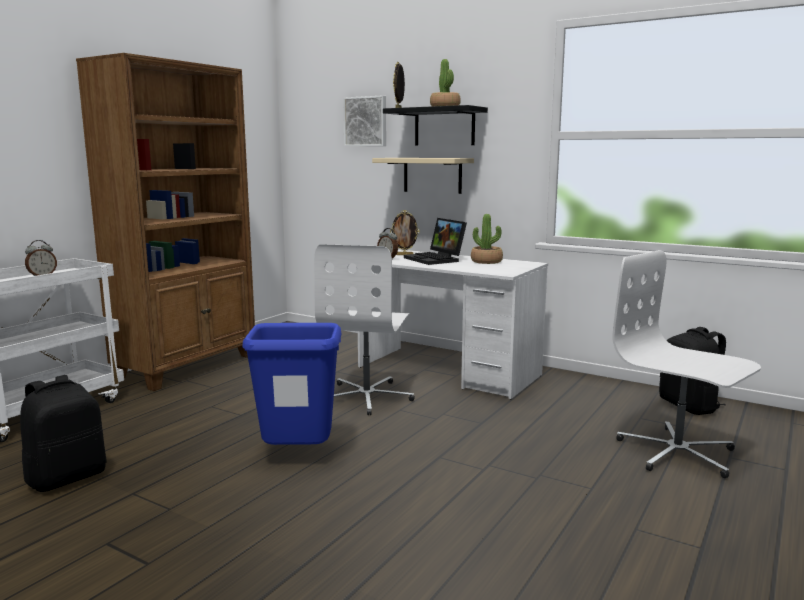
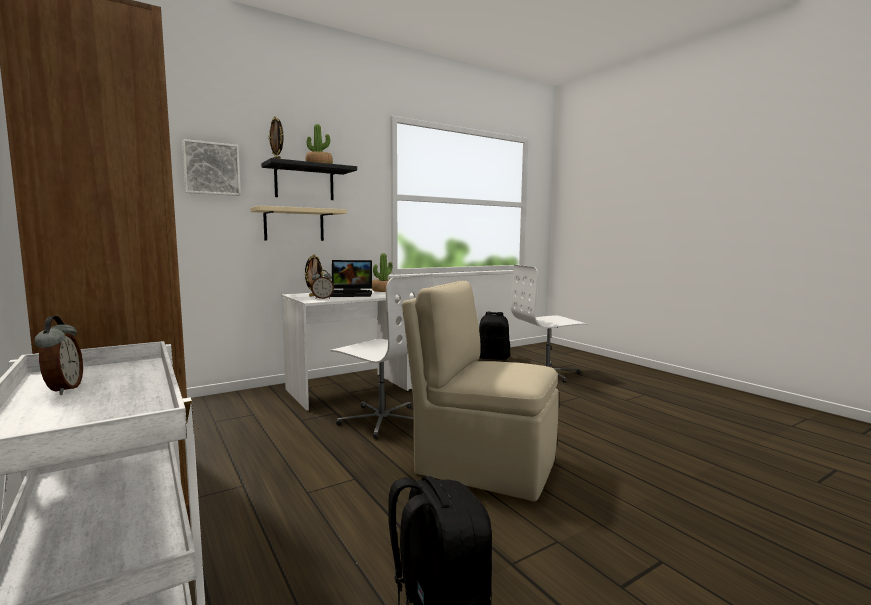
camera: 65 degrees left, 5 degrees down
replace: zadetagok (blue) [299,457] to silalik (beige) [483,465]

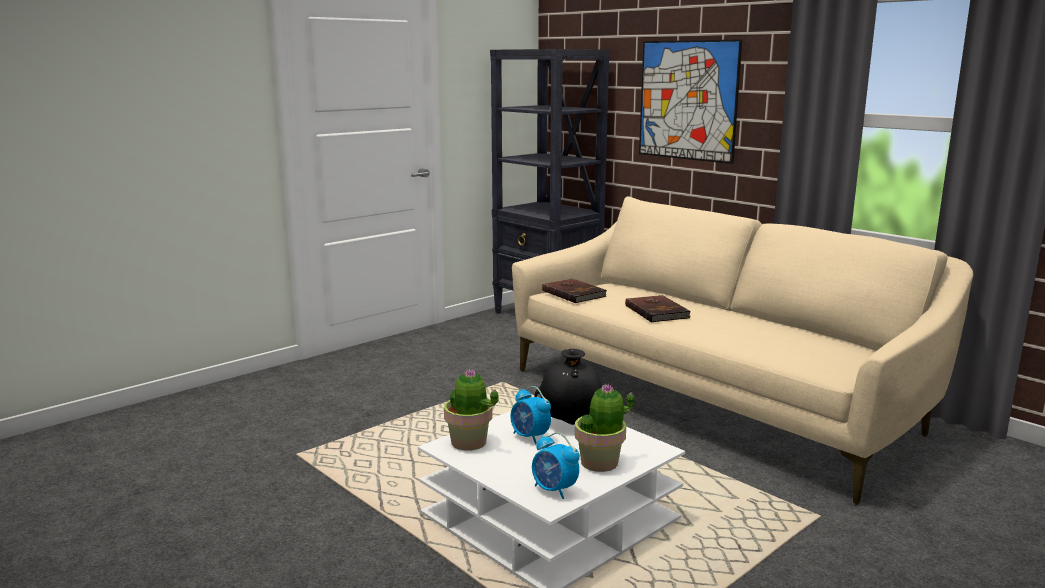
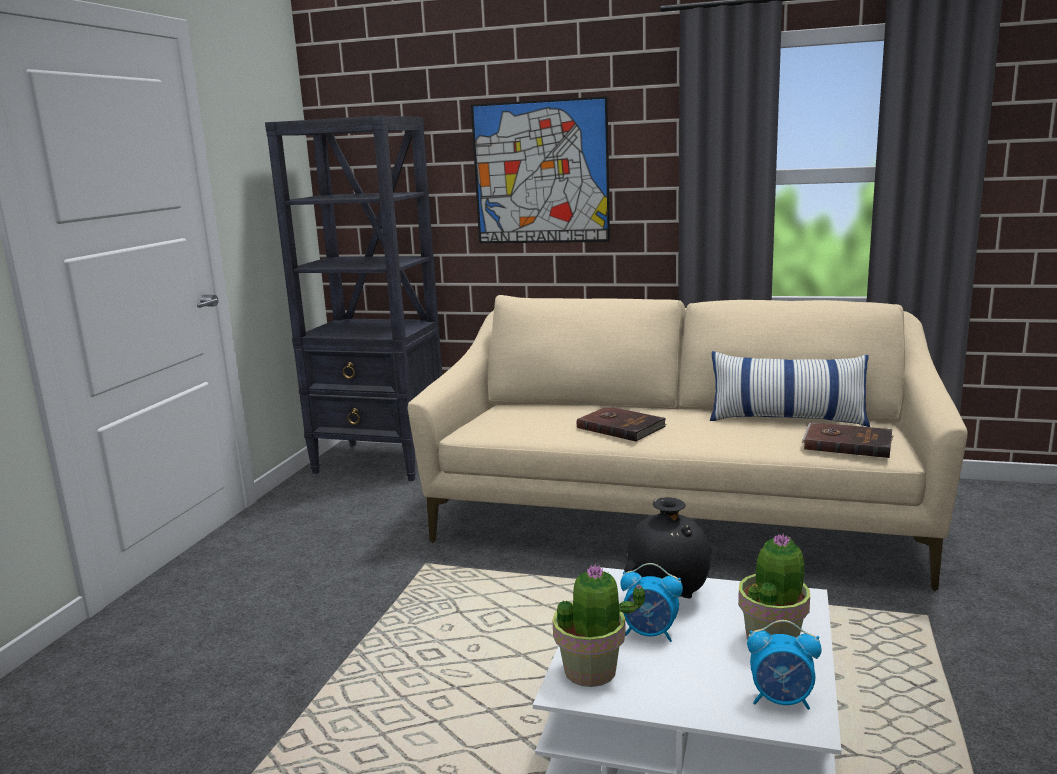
camera: 30 degrees left, 0 degrees up
insert: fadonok [787,419]
move: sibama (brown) [574,293] to [847,443]

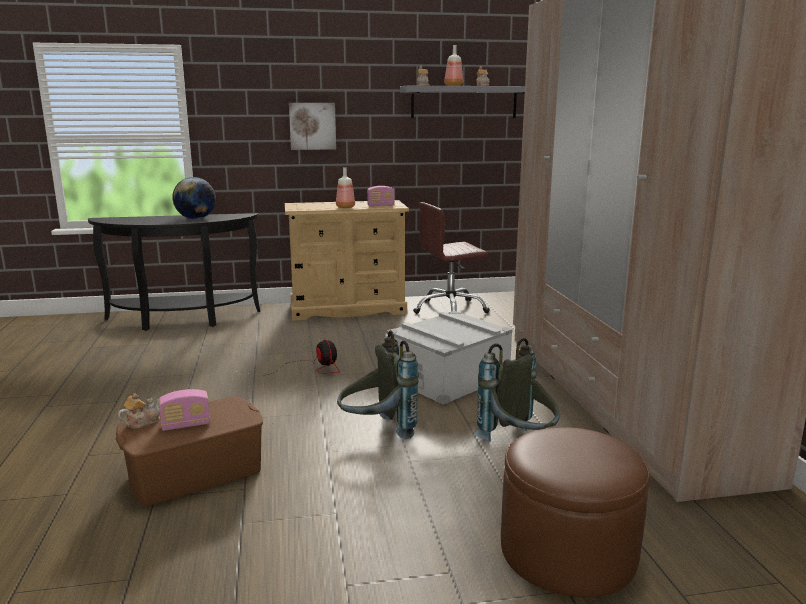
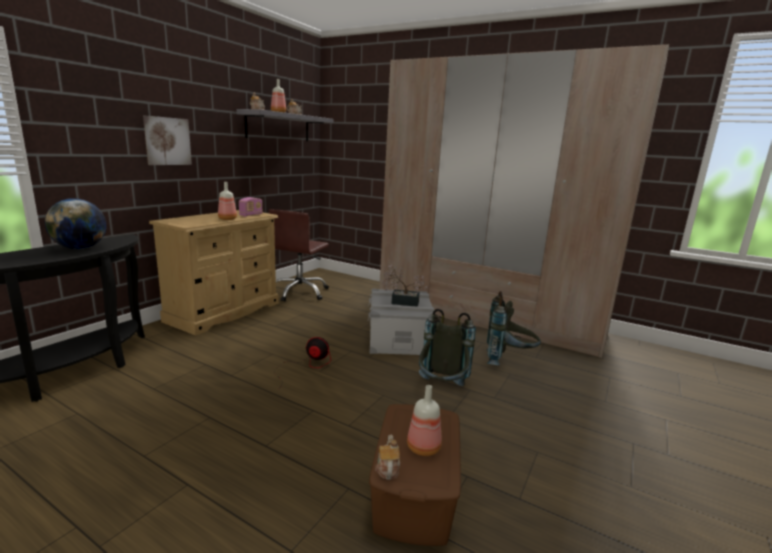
camera: 50 degrees left, 0 degrees up
delete: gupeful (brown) [568,551]
insert: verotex [401,302]
replace: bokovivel [186,425] to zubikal [423,447]

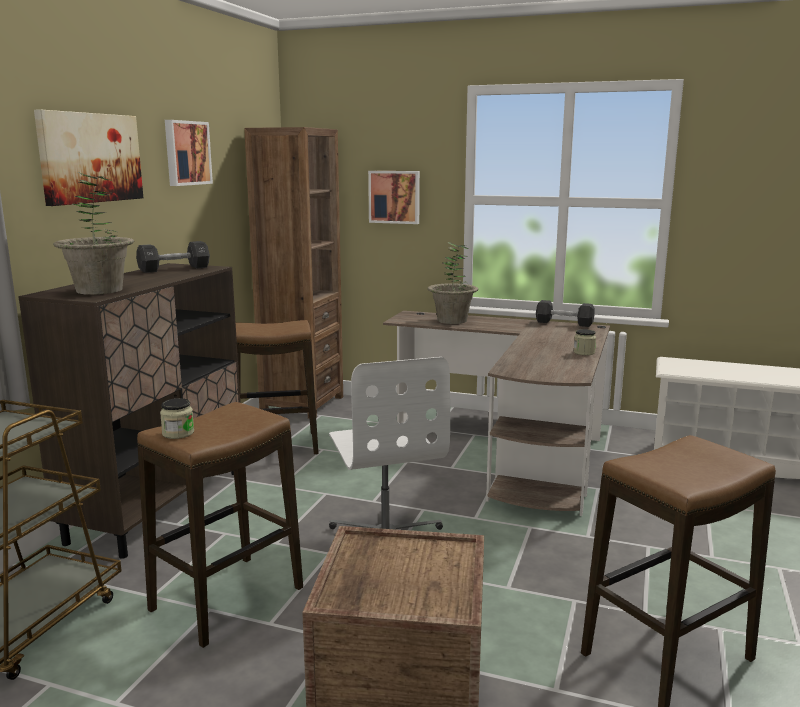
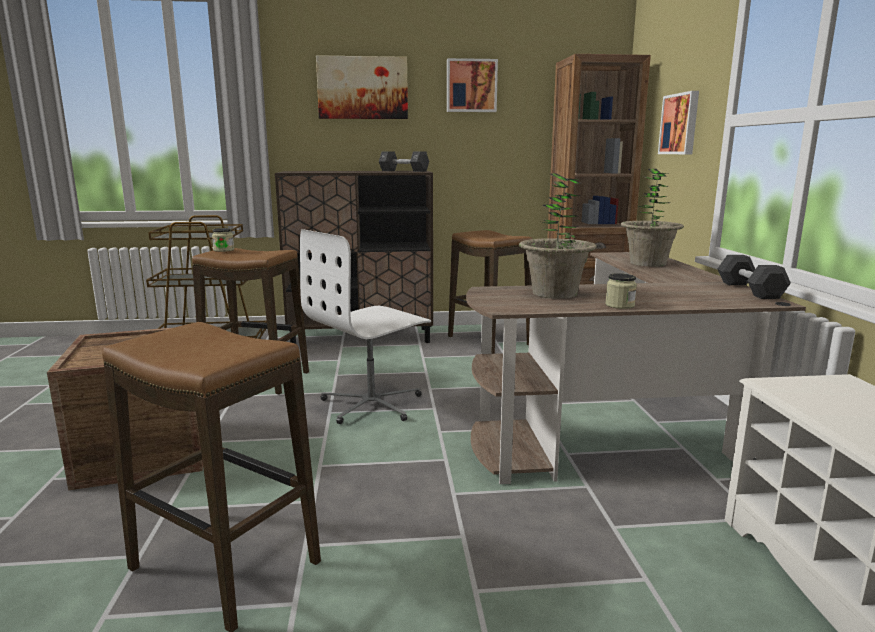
camera: 65 degrees right, 0 degrees up
move: verotex [99,290] to [554,293]

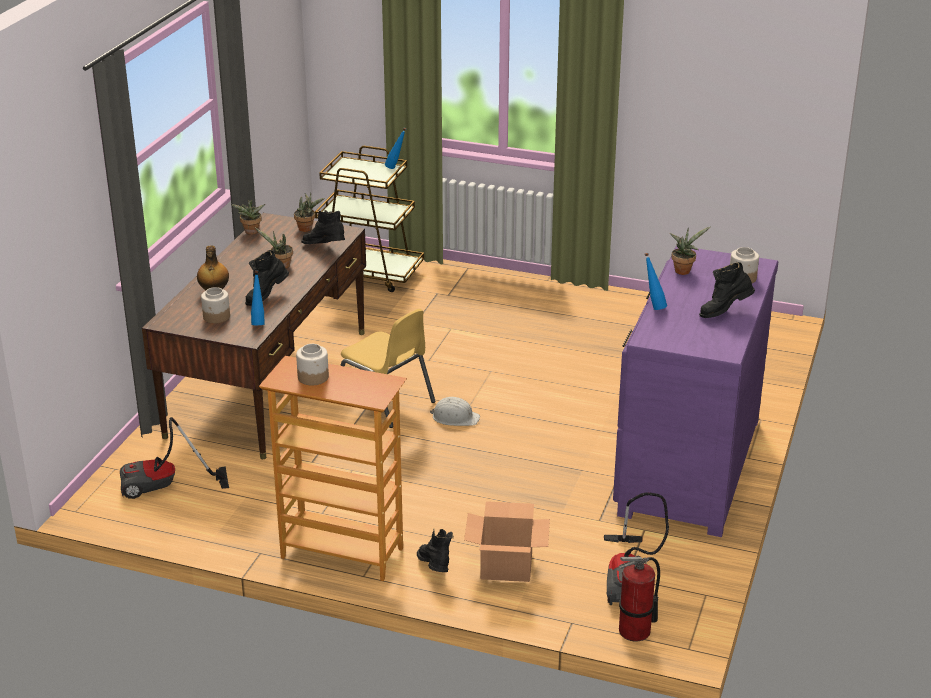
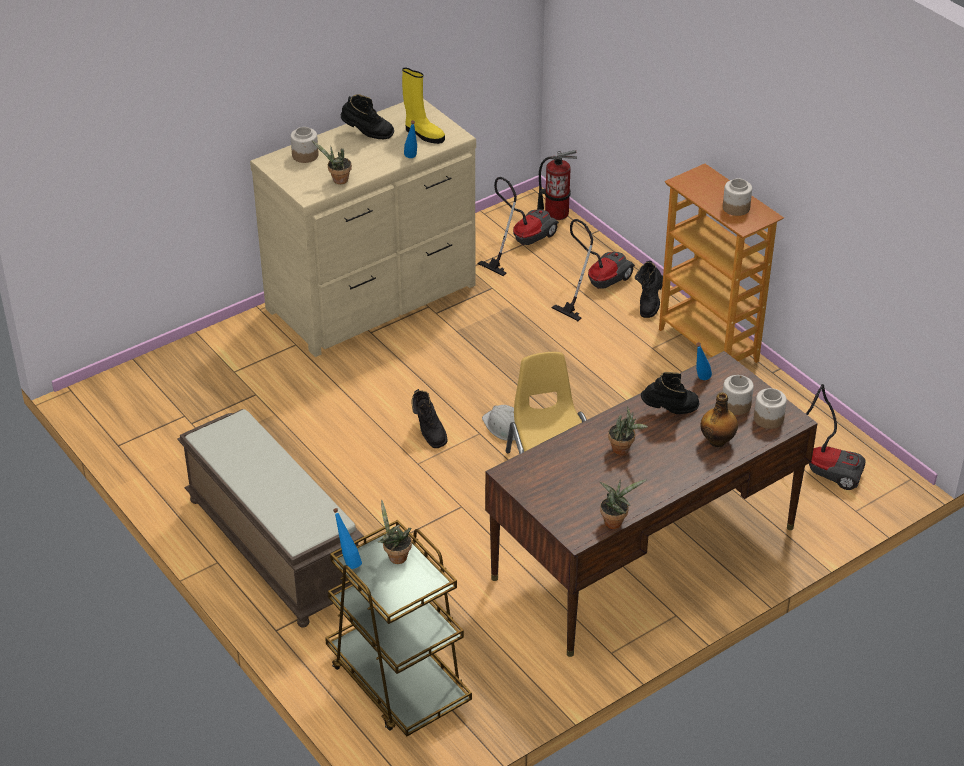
camera: 145 degrees left, 10 degrees up
insert: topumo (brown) [272,547]; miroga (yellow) [423,134]; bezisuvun [769,419]
move: verotex [307,229] to [395,556]; miroga (black) [325,248] to [429,432]
replace: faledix [505,566] to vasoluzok [596,286]
recolor: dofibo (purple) [686,466] to dofibo (beige) [374,298]

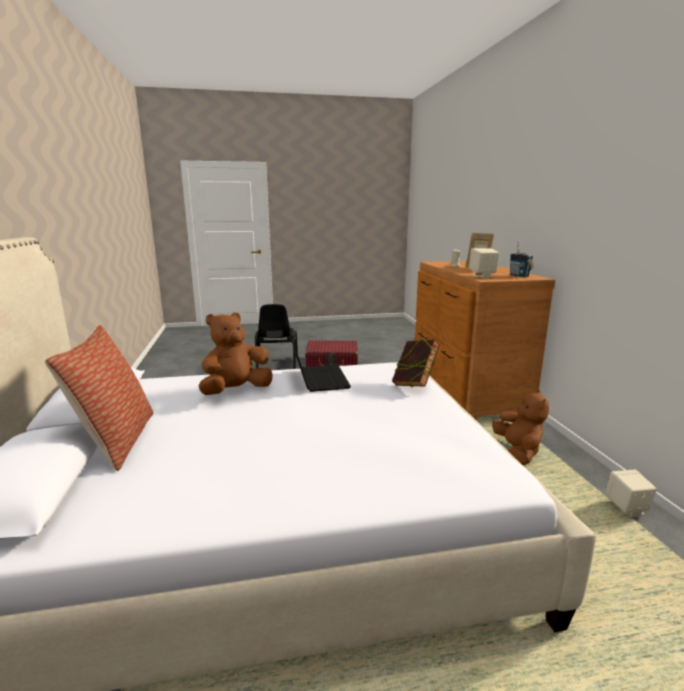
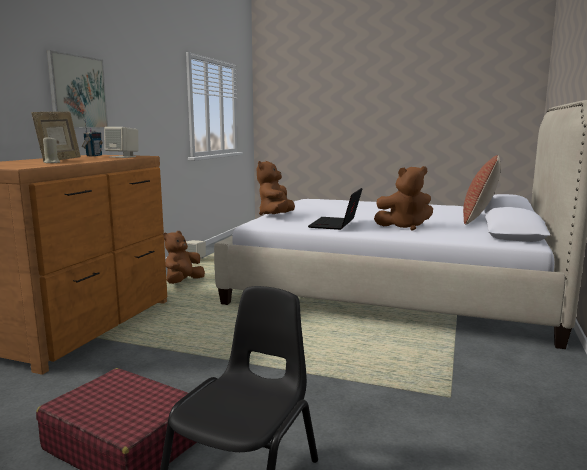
camera: 150 degrees left, 5 degrees down
insert: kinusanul [78,92]
replace: sibama [414,385] to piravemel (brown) [276,215]

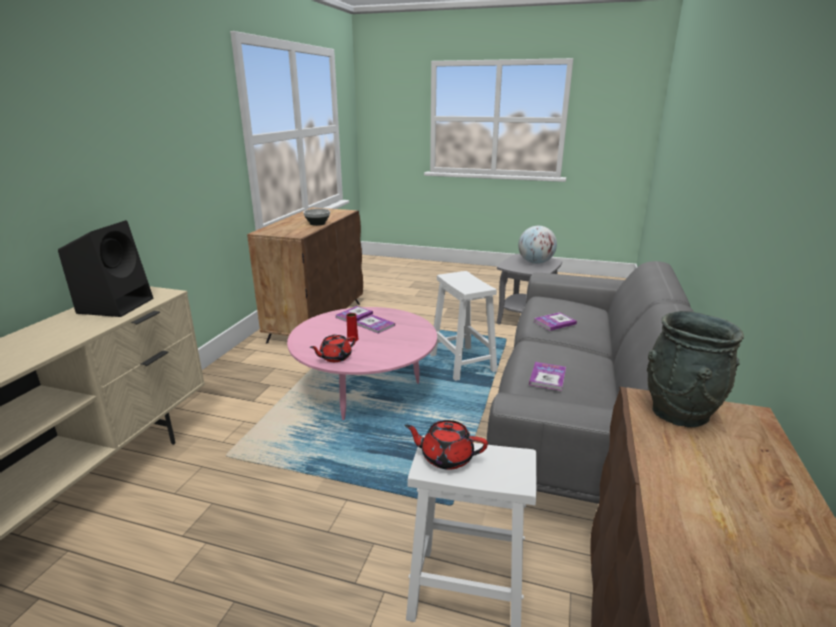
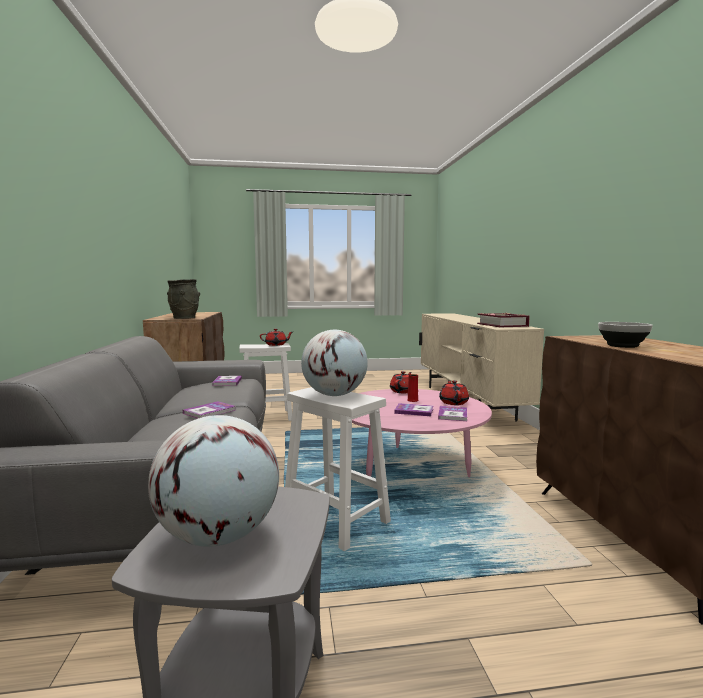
camera: 155 degrees right, 15 degrees down
insert: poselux [334,395]; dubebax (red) [453,402]
replace: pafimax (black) [116,305] to sibama [502,325]

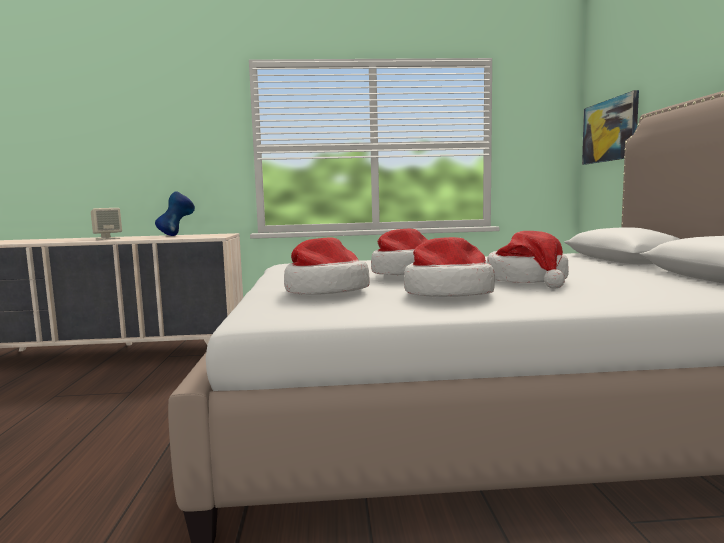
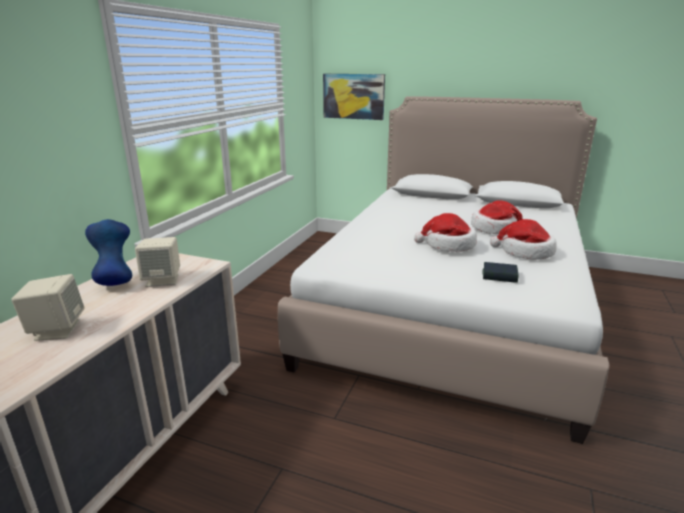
camera: 65 degrees left, 15 degrees up
insert: pafimax (beige) [163,280]
replace: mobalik [325,291] to sibama [499,276]

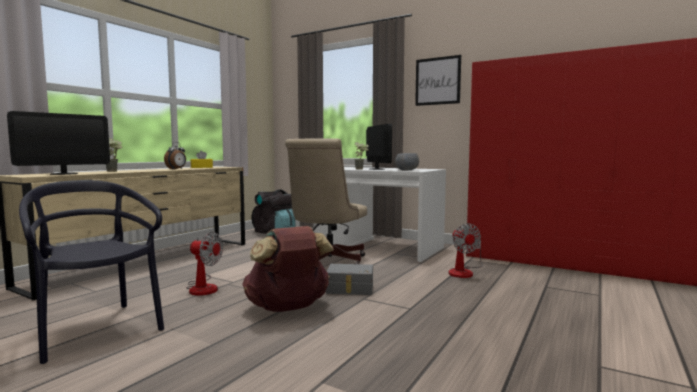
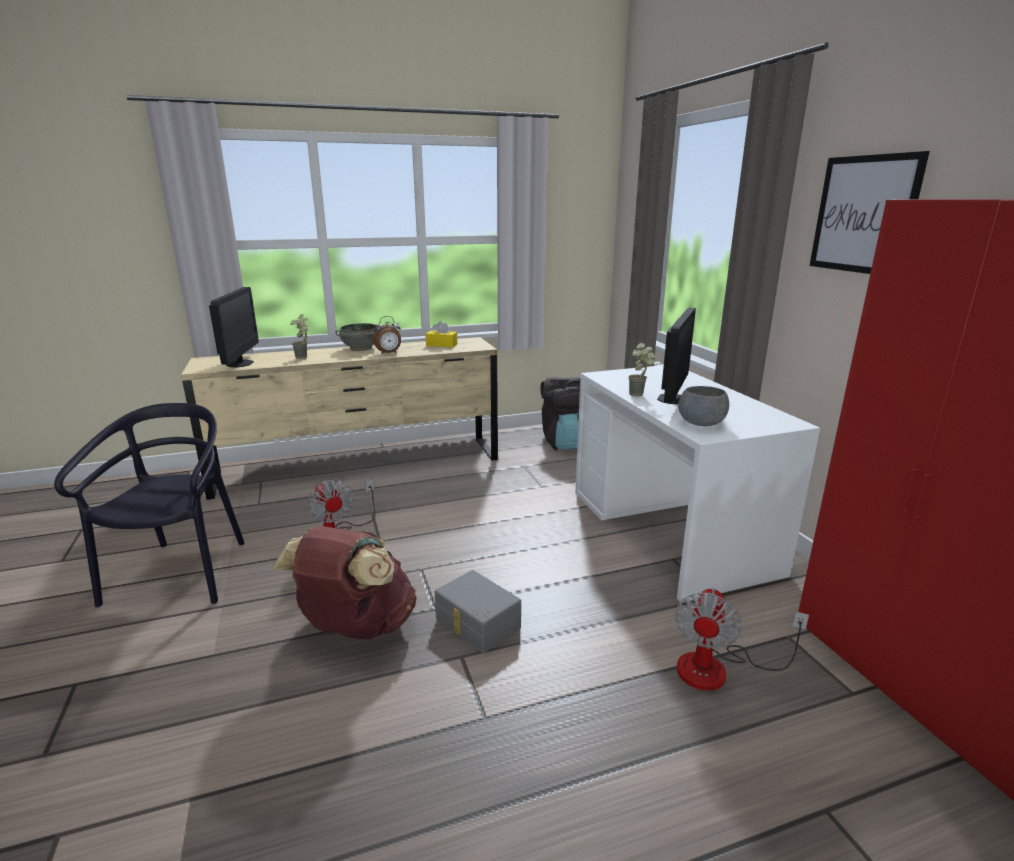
camera: 40 degrees right, 15 degrees up
delete: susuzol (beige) [326,262]
insert: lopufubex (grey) [361,348]
rotate: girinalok [64,174] = [240,363] 90 degrees counterclockwise

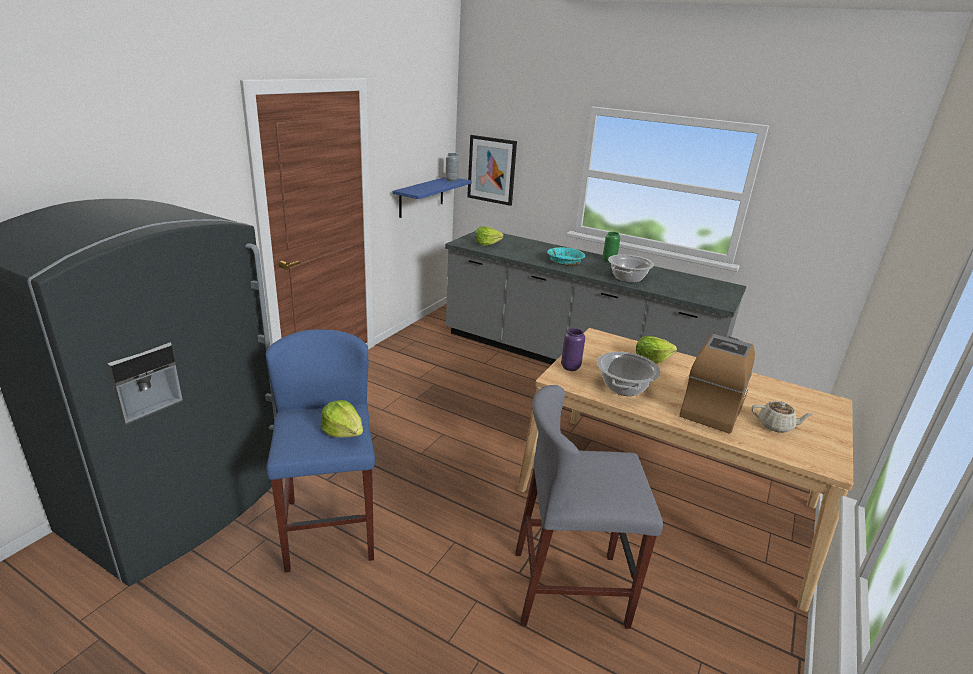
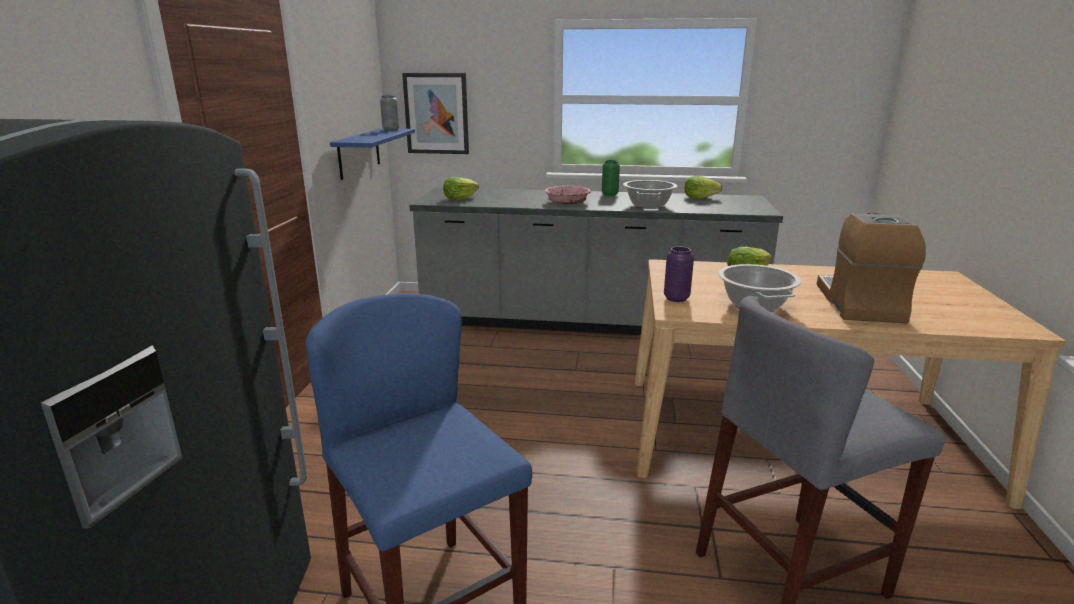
camera: 20 degrees left, 5 degrees down
delete: dubebax (beige) [776,426]
move: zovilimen [343,432] to [700,197]
recolor: lopufubex (turquoise) [565,262] to lopufubex (pink) [567,202]

